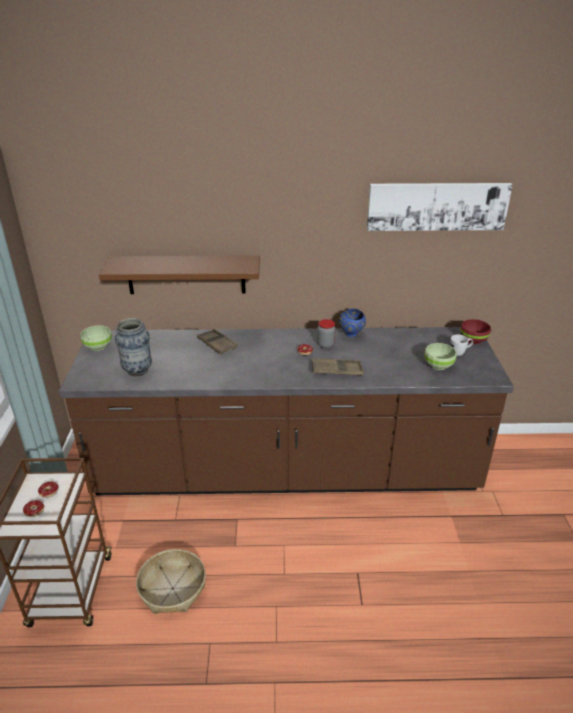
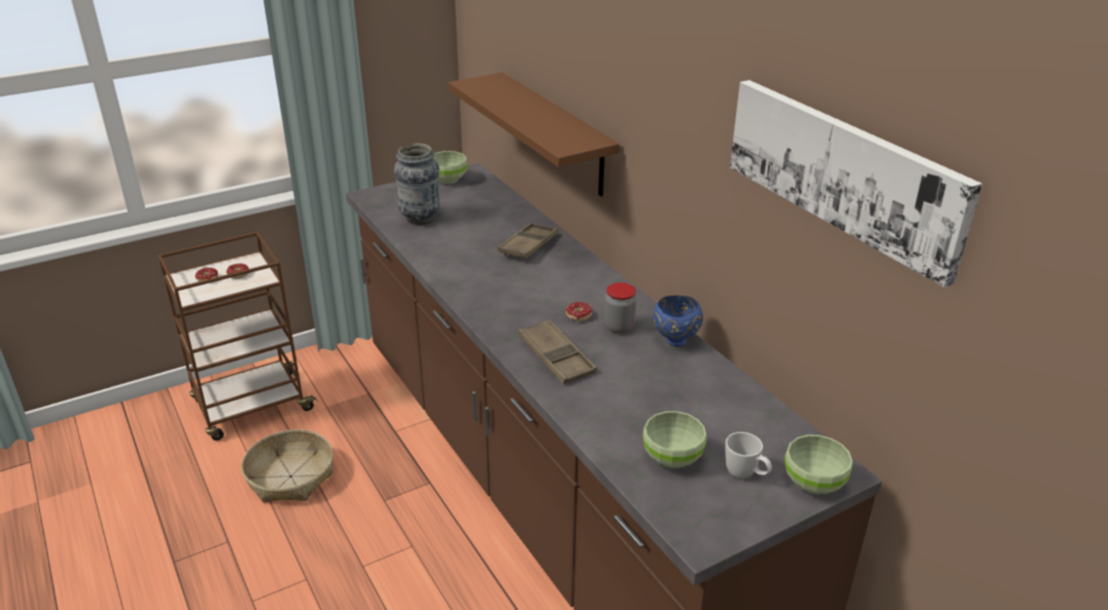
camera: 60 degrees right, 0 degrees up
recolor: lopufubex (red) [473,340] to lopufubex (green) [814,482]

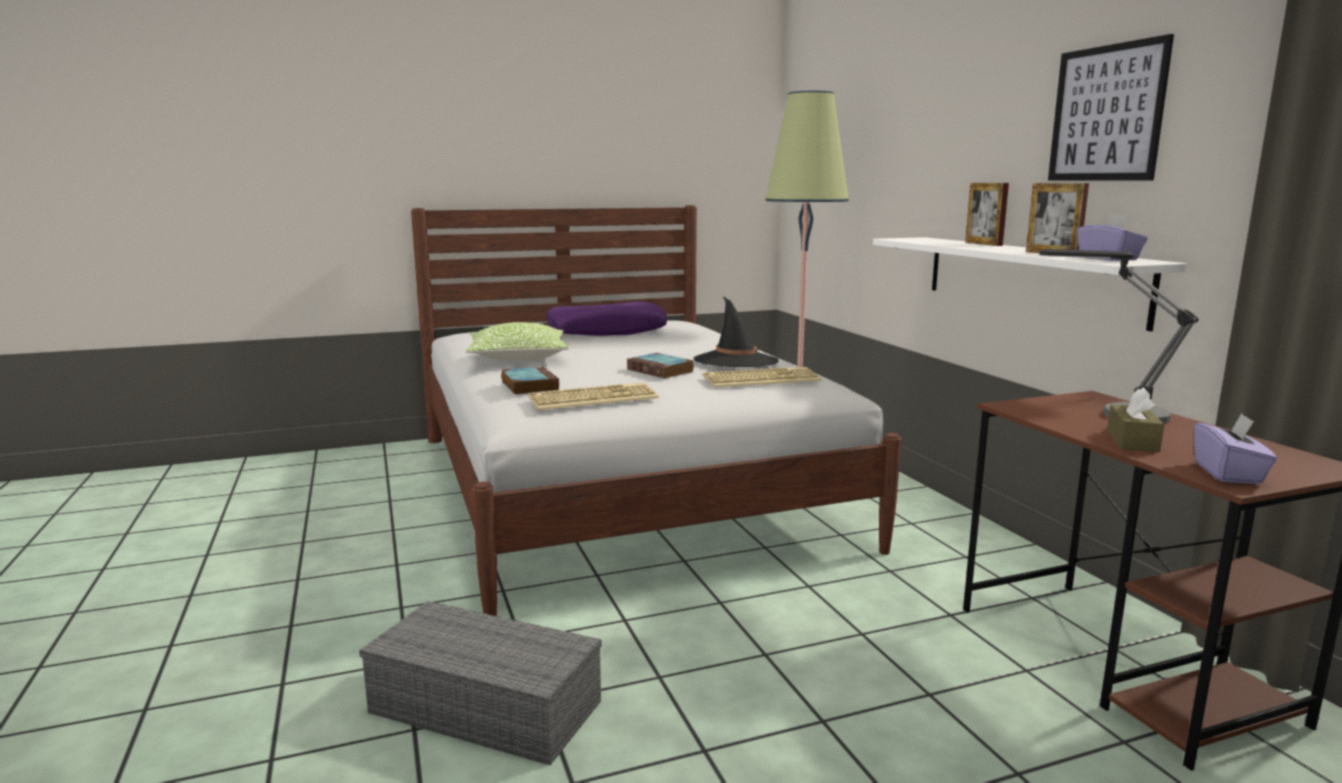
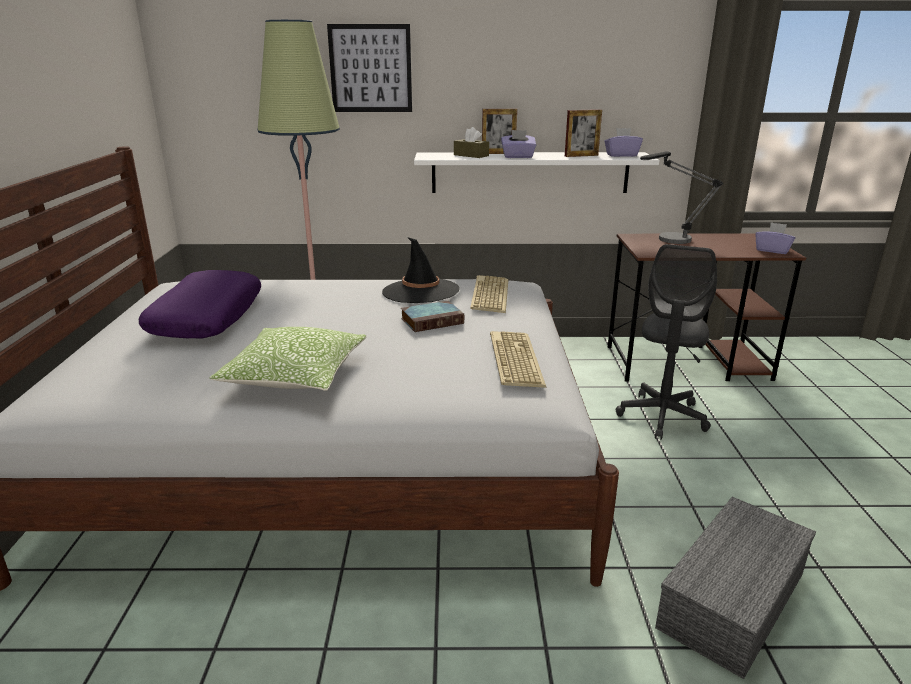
camera: 70 degrees left, 10 degrees up
delete: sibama [528,385]
insert: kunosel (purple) [518,157]; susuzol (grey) [662,417]
move: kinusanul [1106,113] to [370,69]; kunosel (brown) [1132,441] to [471,155]

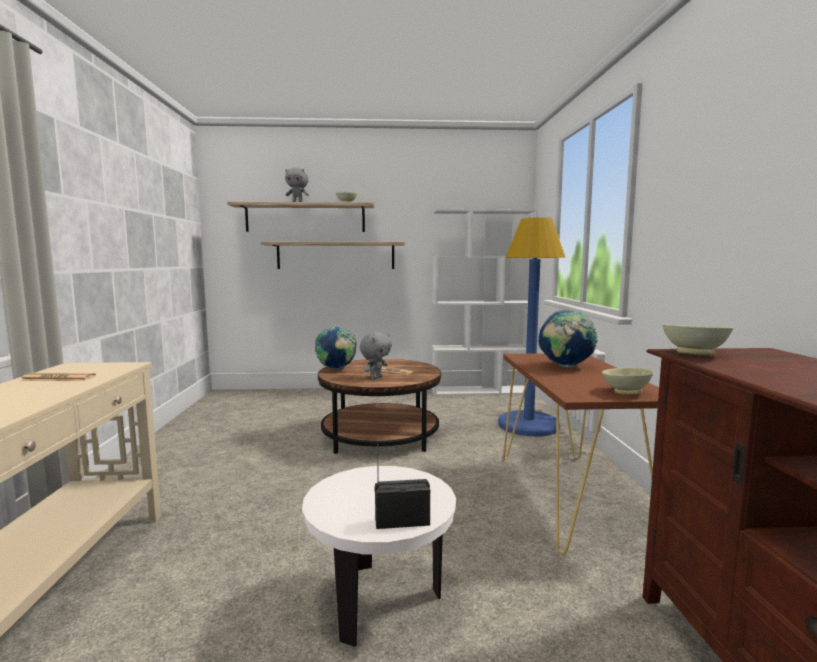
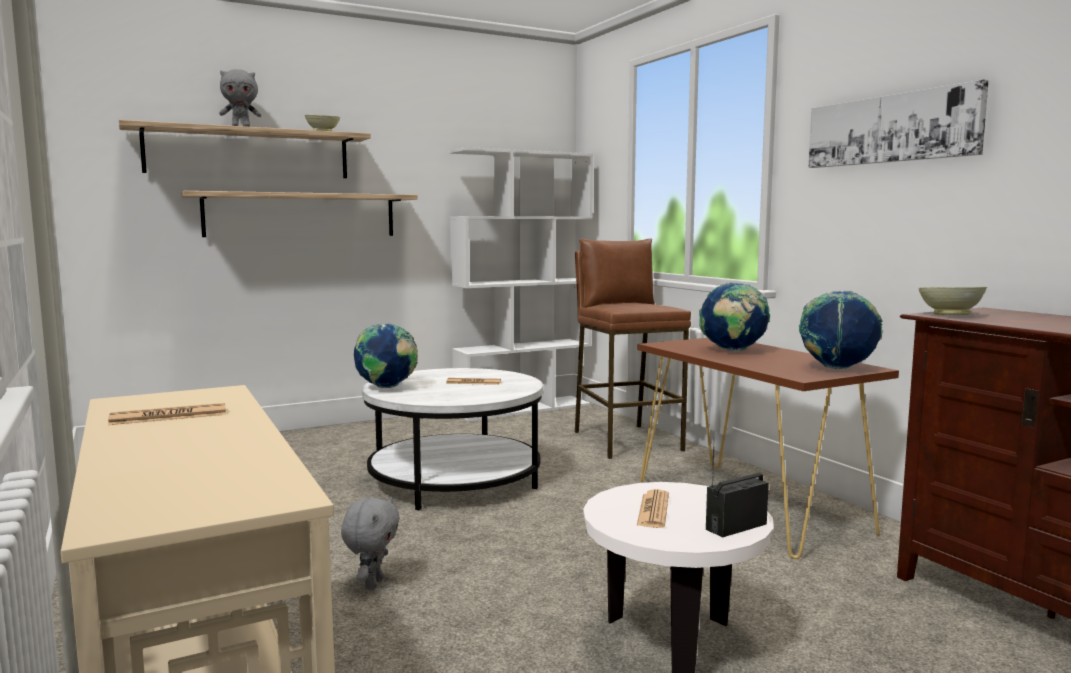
camera: 25 degrees left, 0 degrees up
insert: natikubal [653,510]; kinusanul [891,129]
move: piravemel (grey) [376,378] to [372,584]
replace: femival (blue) [528,425] to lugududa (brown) [626,441]; lopufubex (beige) [625,392] to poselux [837,368]
recolor: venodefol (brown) [380,435] to venodefol (white) [454,479]

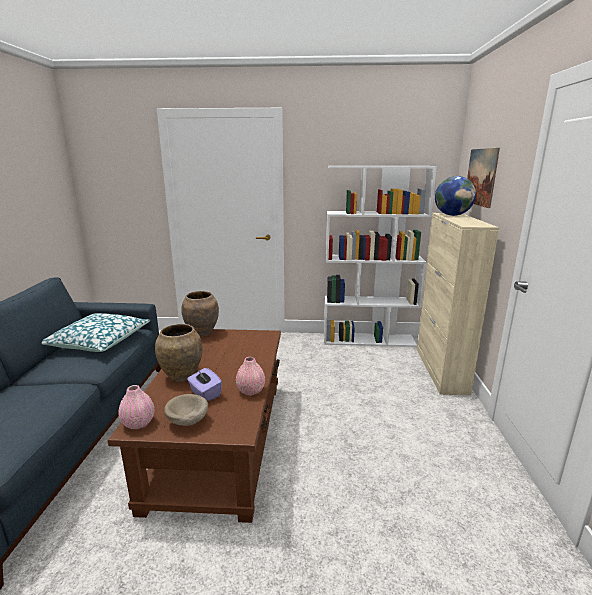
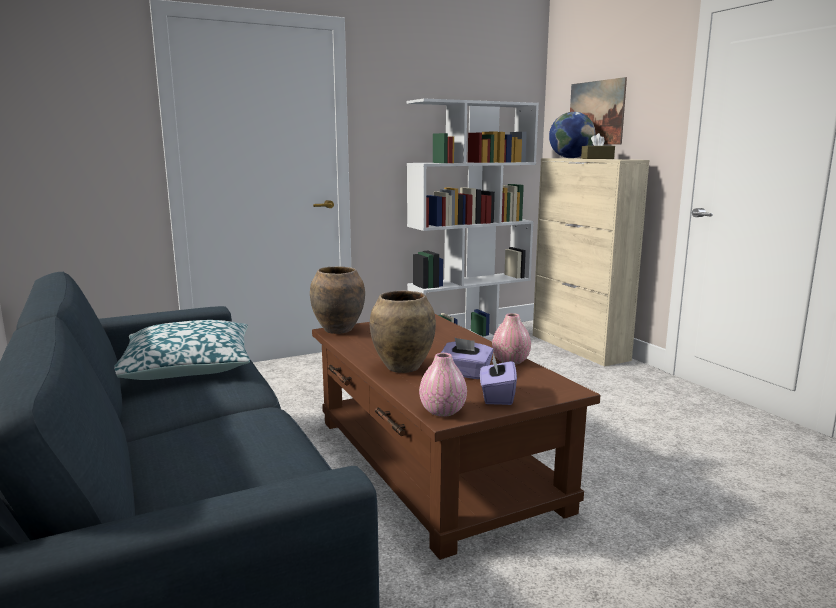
camera: 30 degrees left, 5 degrees down
insert: kunosel (brown) [597,158]
replace: lopufubex (beige) [187,422] to kunosel (purple) [497,396]

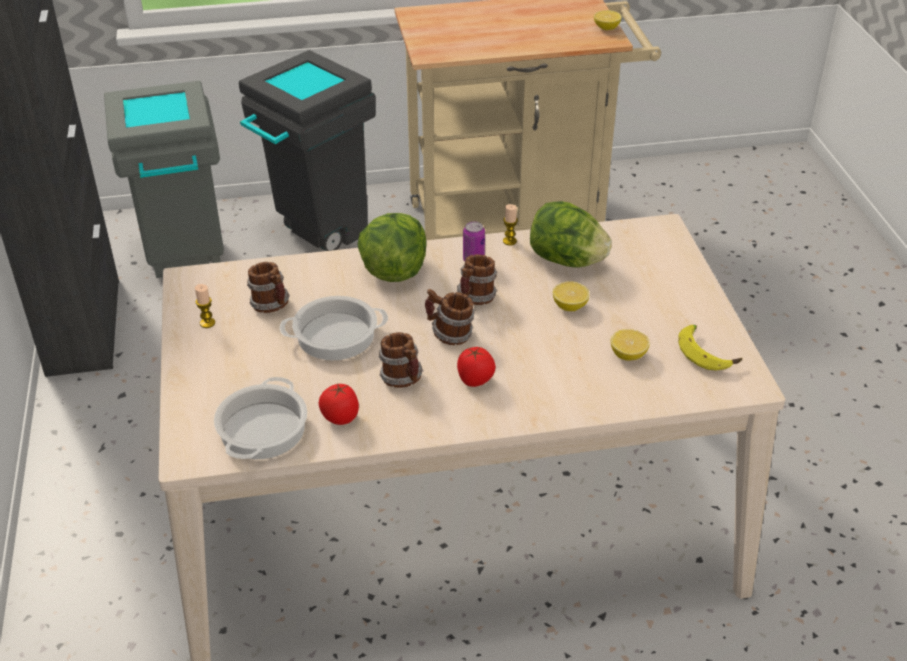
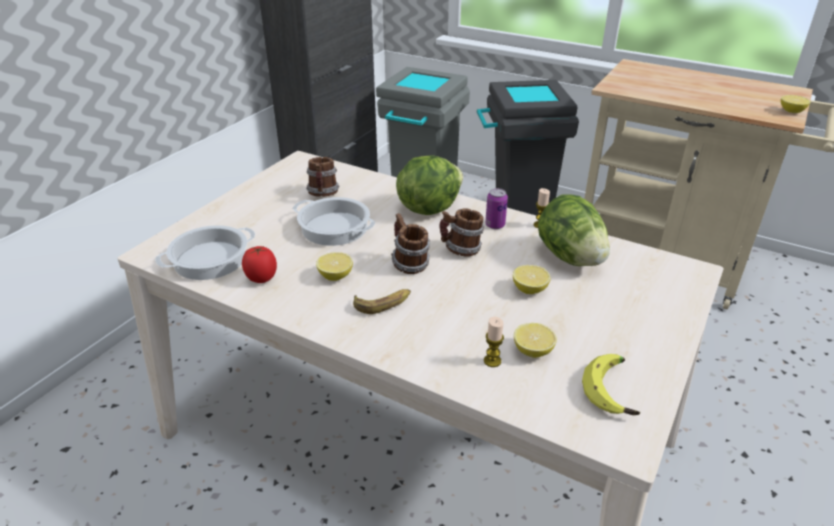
camera: 40 degrees right, 5 degrees down
move: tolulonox [207,323] to [492,361]
replace: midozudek [403,380] to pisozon [335,276]; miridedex [475,381] to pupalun [383,303]

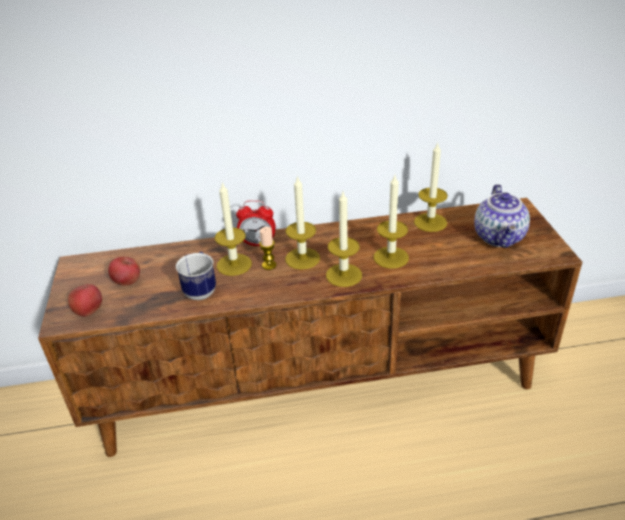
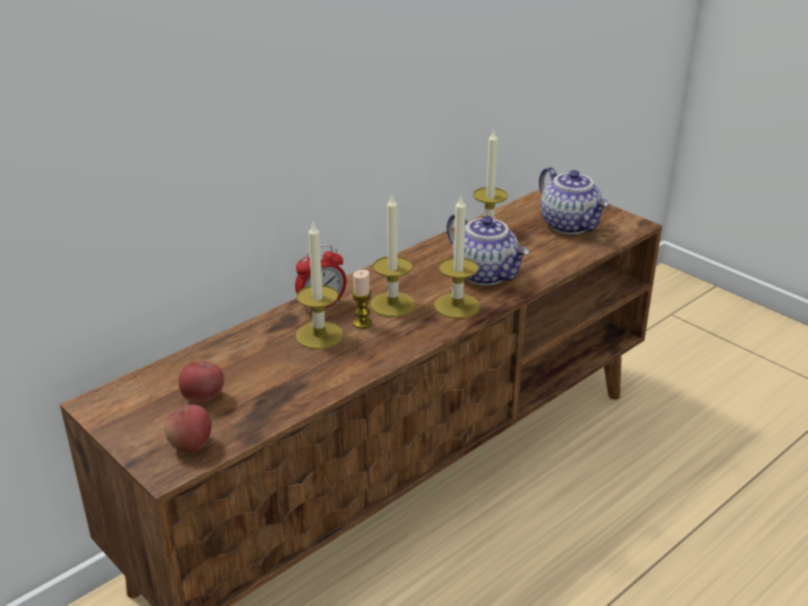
camera: 35 degrees left, 5 degrees down
delete: midozudek [201,290]
replace: tolulonox [391,257] to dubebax [486,274]

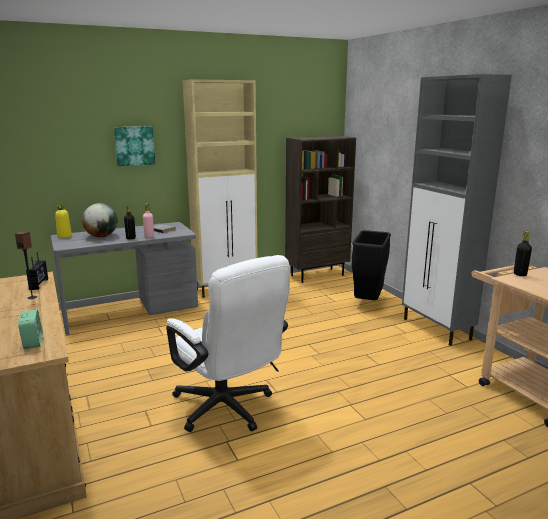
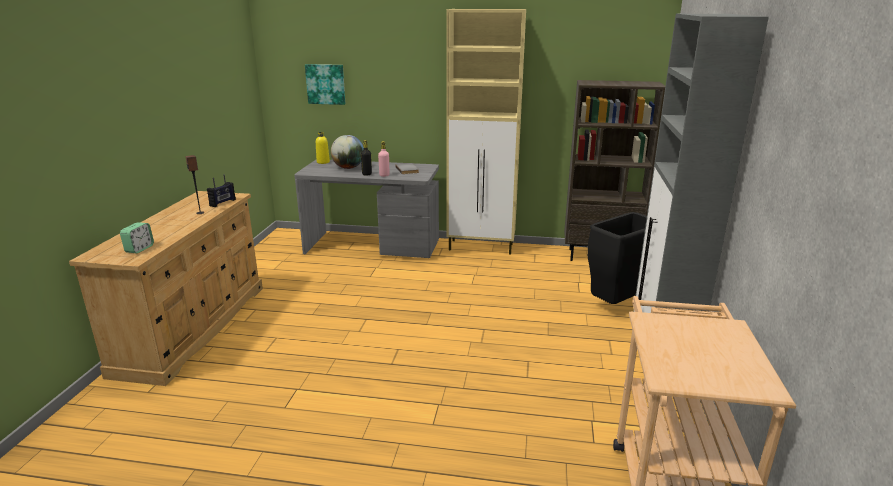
camera: 35 degrees right, 5 degrees up
delete: susuzol (white) [228,410]; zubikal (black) [520,274]
move: kinusanul [134,145] to [326,84]

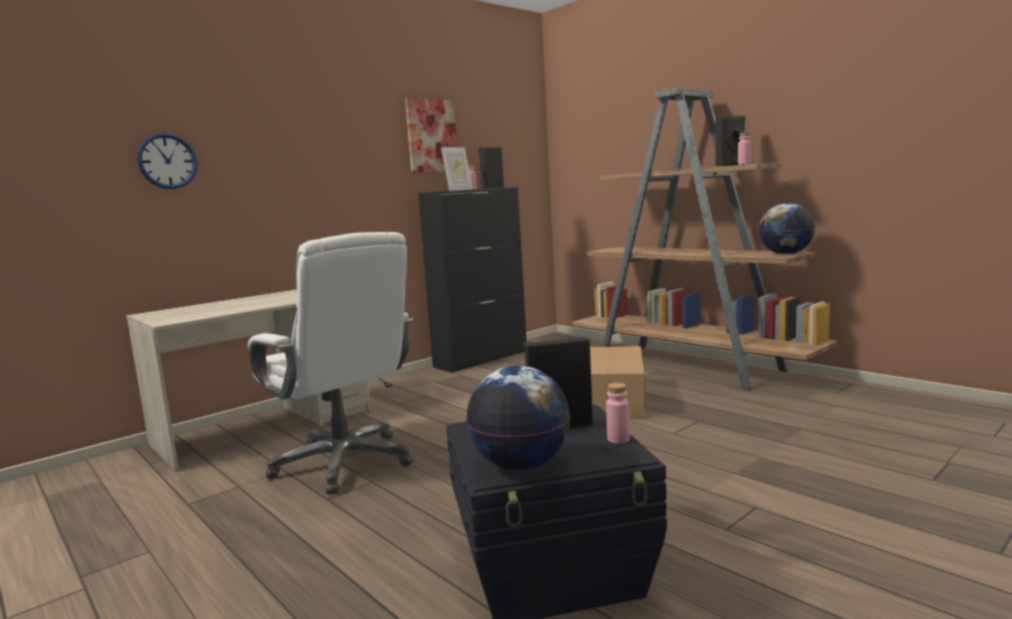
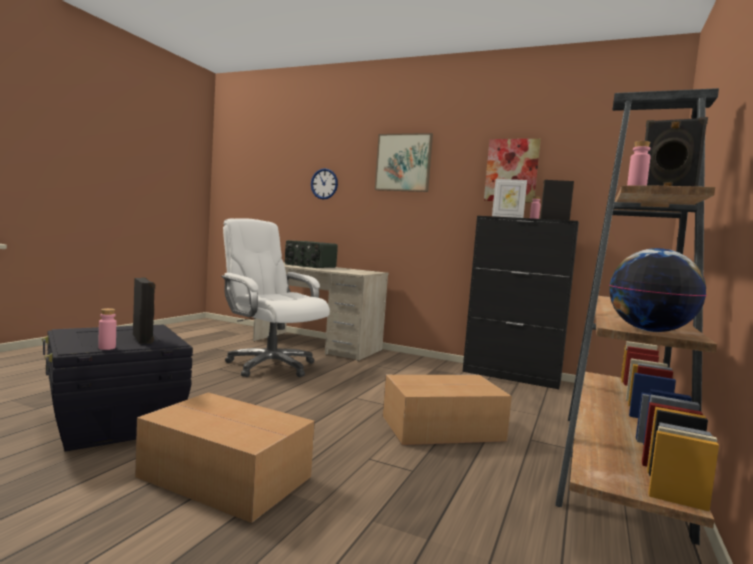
camera: 65 degrees right, 5 degrees down
delete: poselux [521,465]
insert: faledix [224,476]; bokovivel [309,266]; kinusanul [403,162]
rotate: susuzol (white) [344,462] = [270,366] 105 degrees clockwise

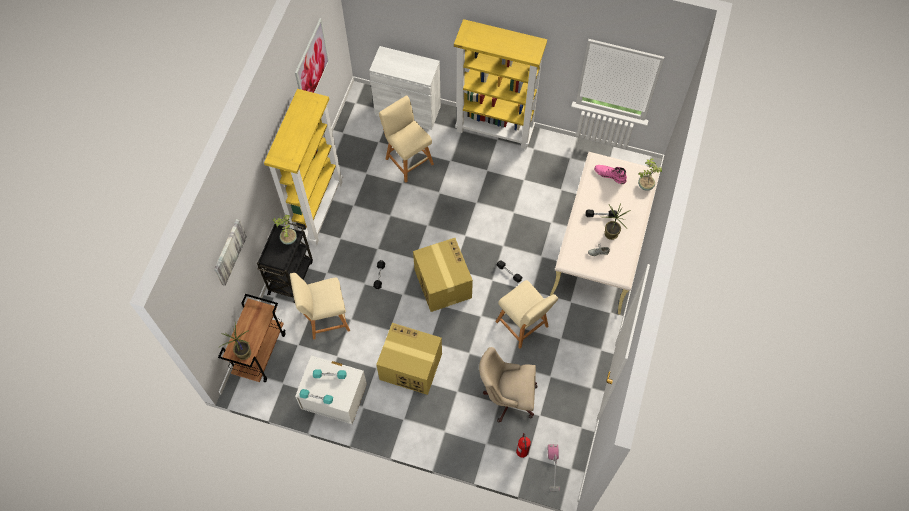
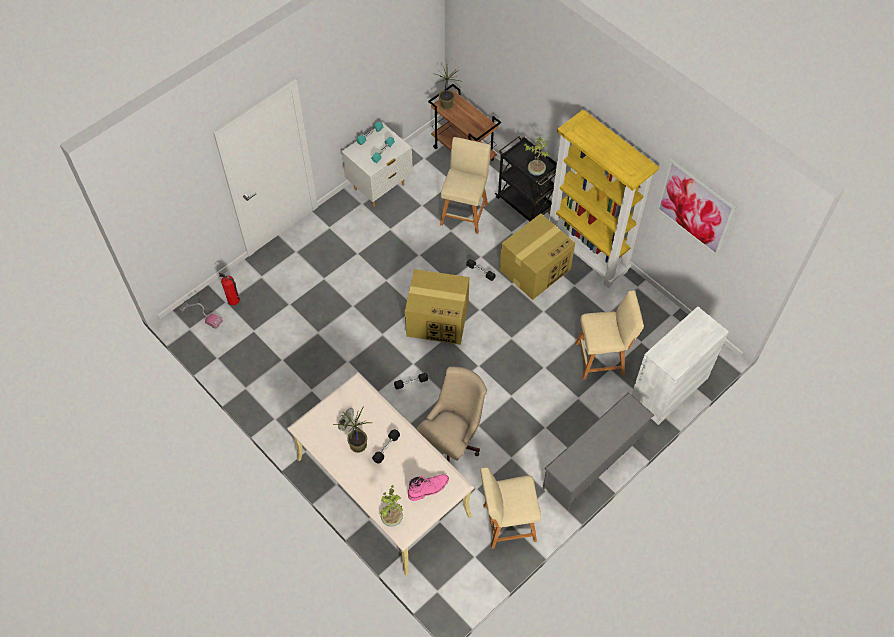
camera: 120 degrees right, 5 degrees down
delete: kinusanul [229,251]
move: faledix [410,366] to [535,269]; susuzol (beige) [507,396] to [452,441]; lugududa (beige) [523,326] to [506,523]
replace: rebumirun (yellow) [495,130] to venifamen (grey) [593,464]

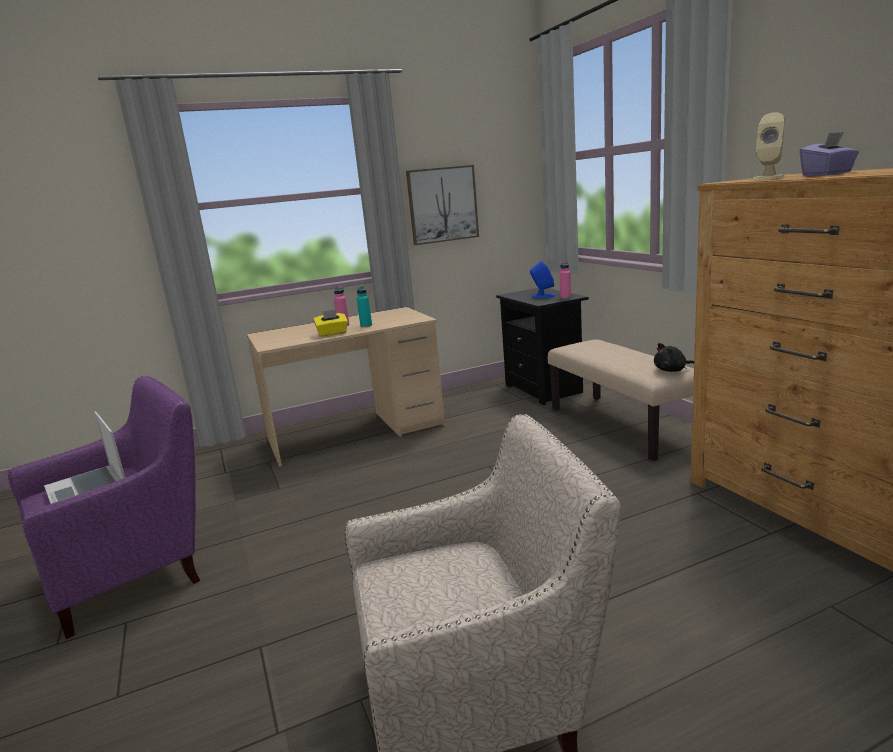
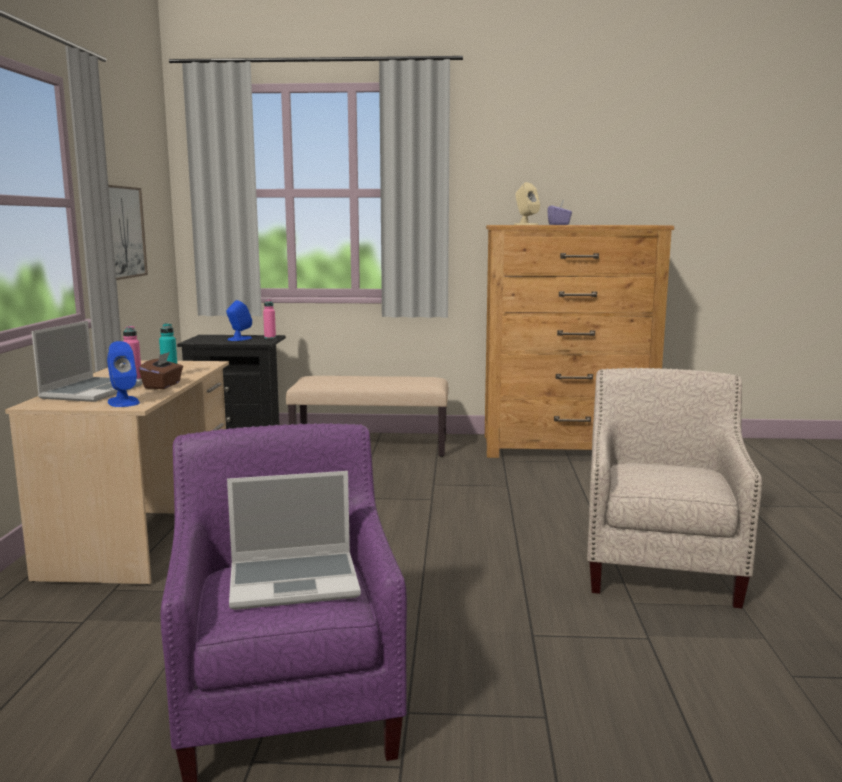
camera: 65 degrees left, 5 degrees down
delete: piravemel (black) [672,370]
insert: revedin [92,391]; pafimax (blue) [123,402]
recolor: kunosel (yellow) [332,334] to kunosel (brown) [163,385]

